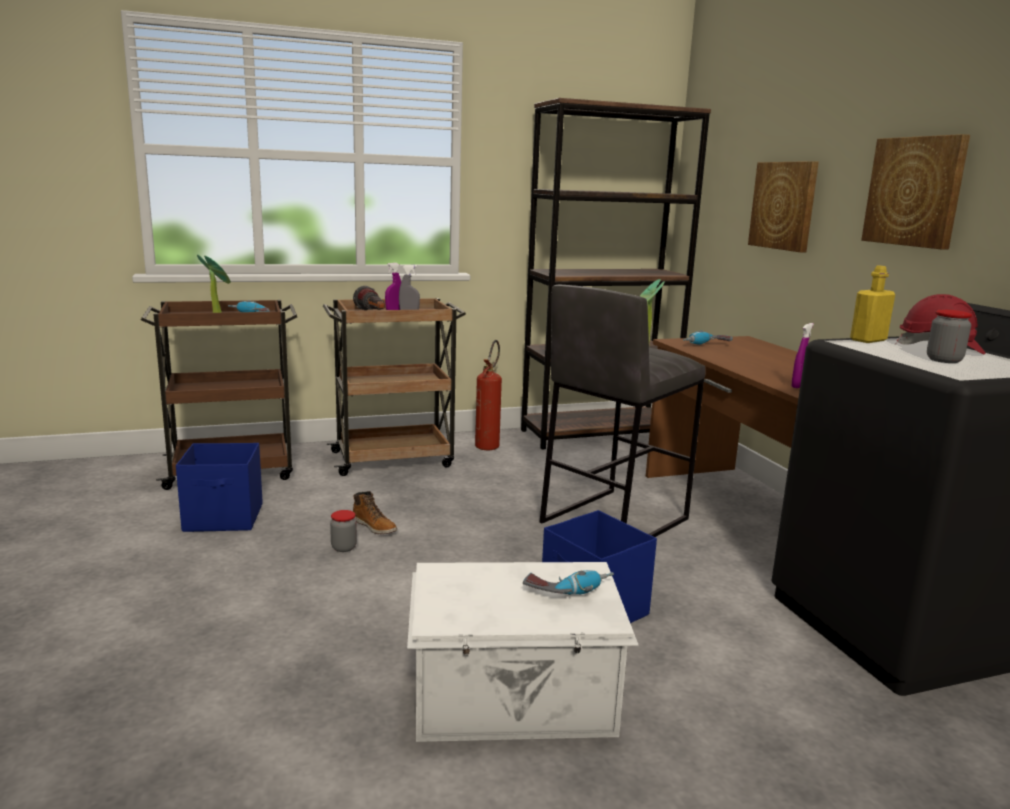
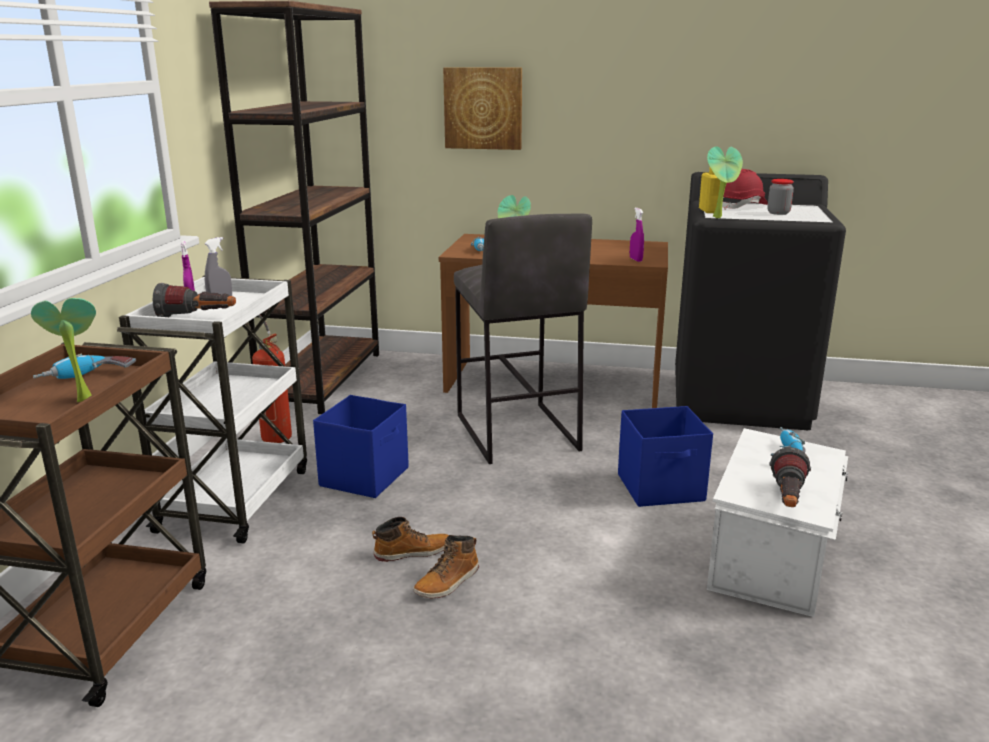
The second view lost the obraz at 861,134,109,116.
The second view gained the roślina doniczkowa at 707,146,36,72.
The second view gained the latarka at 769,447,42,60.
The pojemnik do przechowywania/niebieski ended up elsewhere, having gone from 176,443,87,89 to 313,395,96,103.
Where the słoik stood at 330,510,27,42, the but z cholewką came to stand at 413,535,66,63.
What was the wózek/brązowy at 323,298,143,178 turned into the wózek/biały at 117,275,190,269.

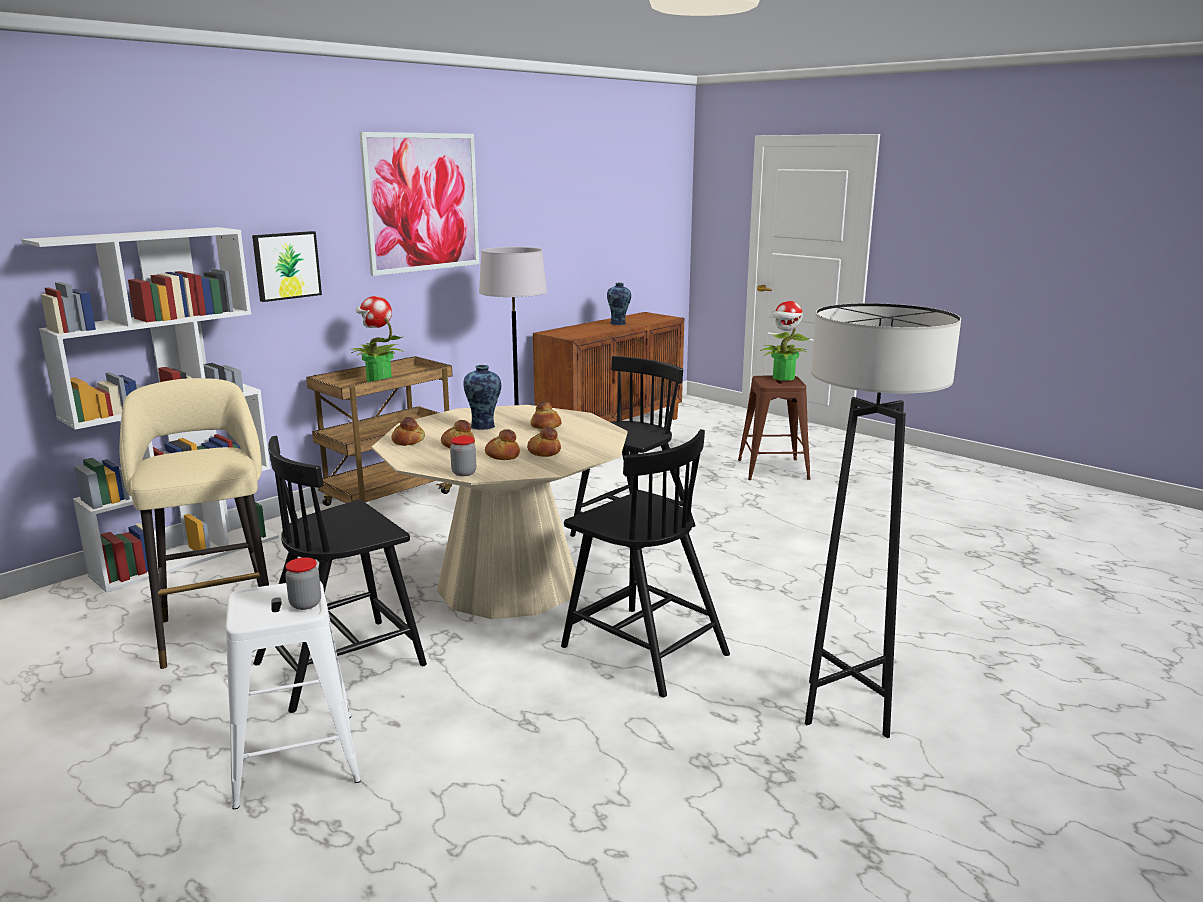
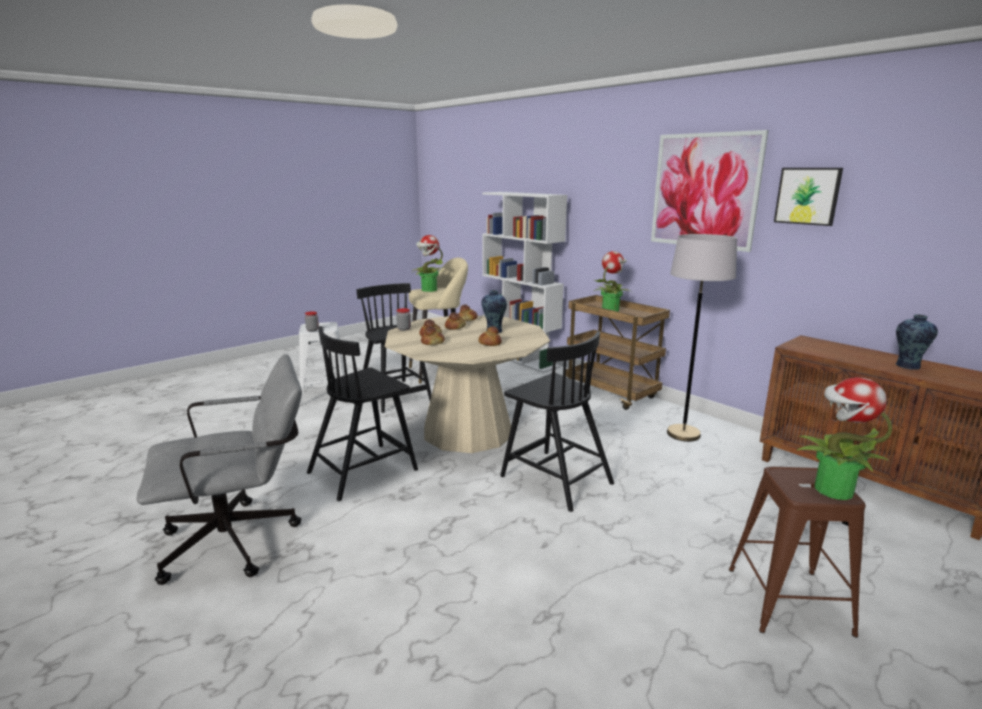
The second view gained the roślina doniczkowa at 413,235,32,57.
The obraz ended up elsewhere, having gone from 252,231,70,71 to 774,168,69,58.
Where the lampa stojąca/szary stood at 805,303,156,435, the krzesło biurowe/szary came to stand at 137,354,165,231.

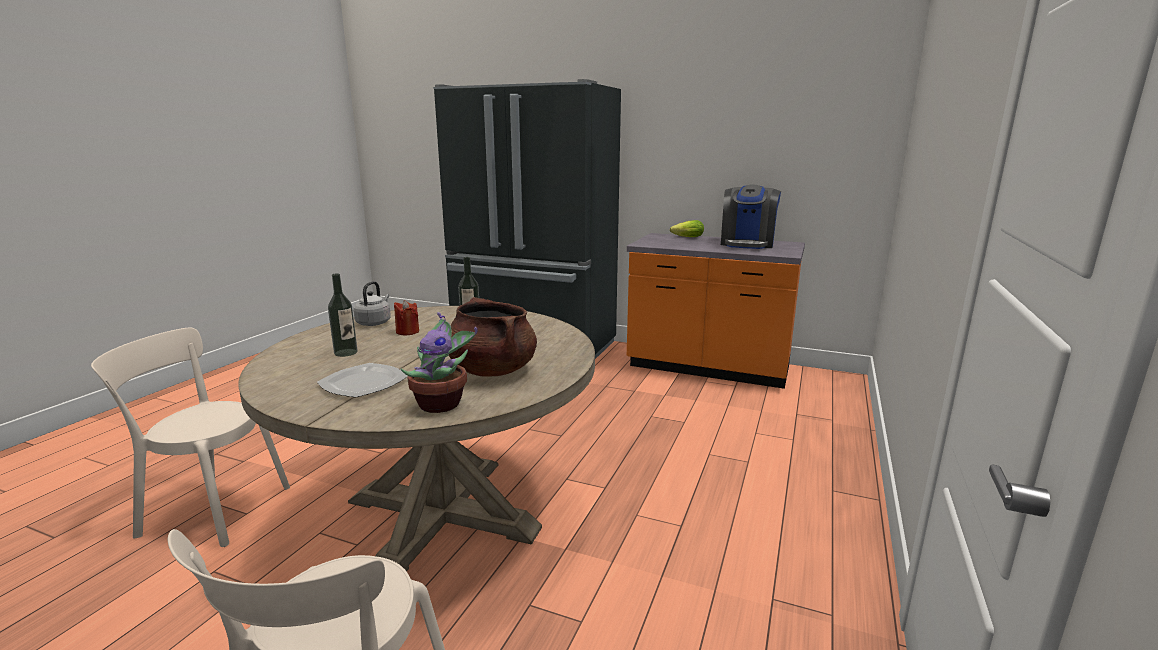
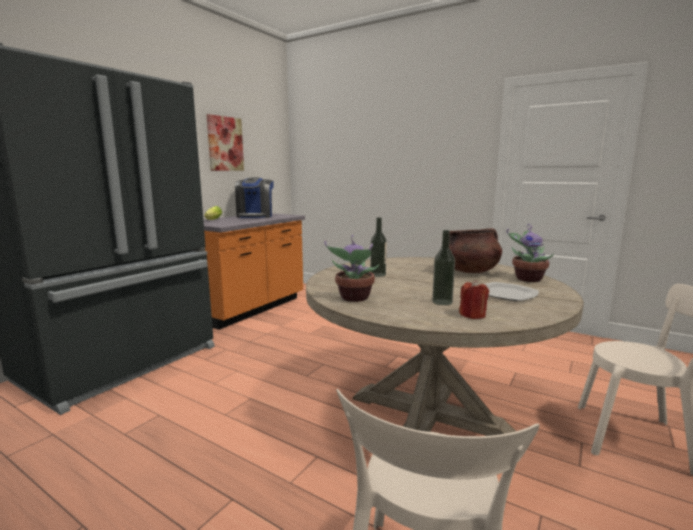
The second view gained the obraz at 206,114,38,57.
The świeca/czerwony ended up elsewhere, having gone from 394,300,25,35 to 459,280,30,39.
Where the czajnik/szary stood at 353,281,38,45, the roślina doniczkowa came to stand at 324,235,56,67.
The ekspres do kawy at 721,185,60,64 ended up facing another way, 60 degrees clockwise from before.

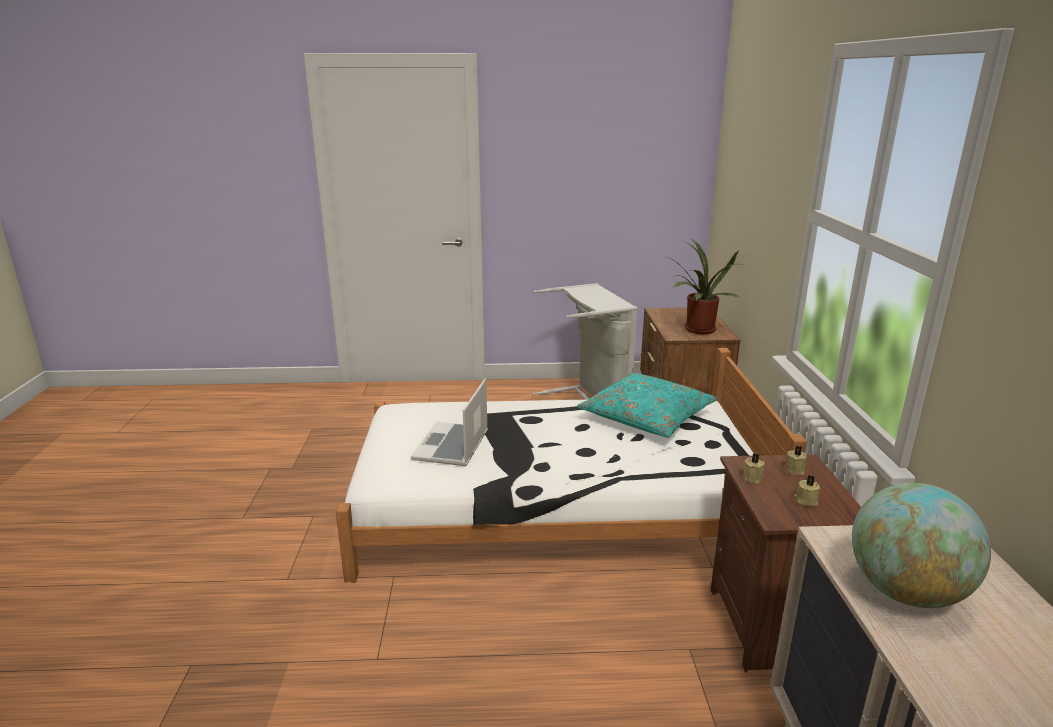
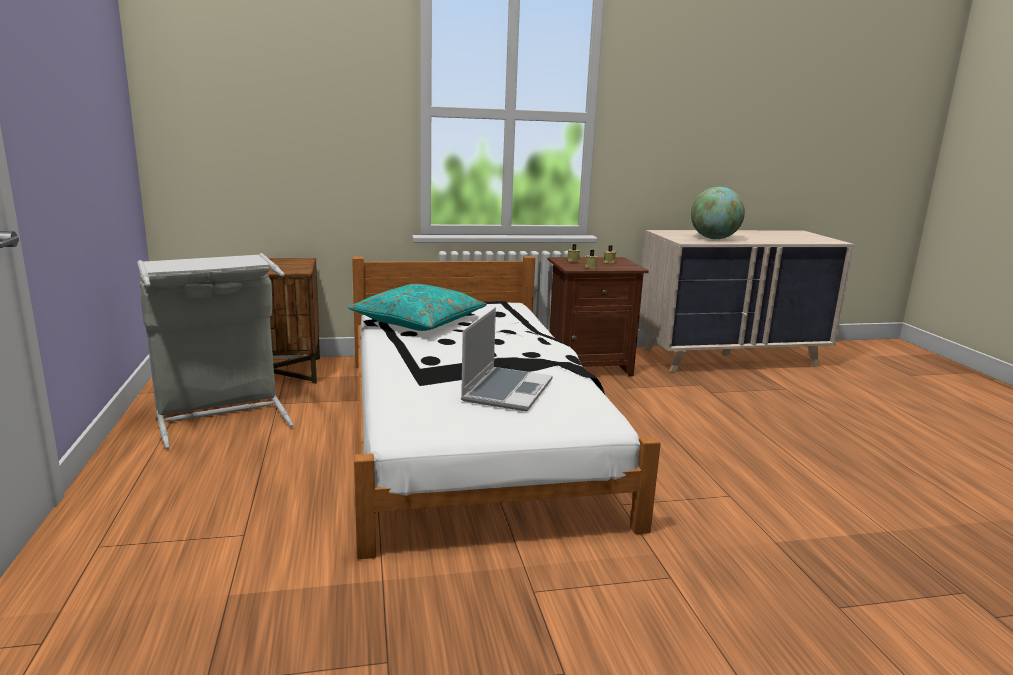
The second view lost the roślina doniczkowa at 666,238,79,96.
The laptop at 411,378,77,88 ended up facing another way, 75 degrees counterclockwise from before.

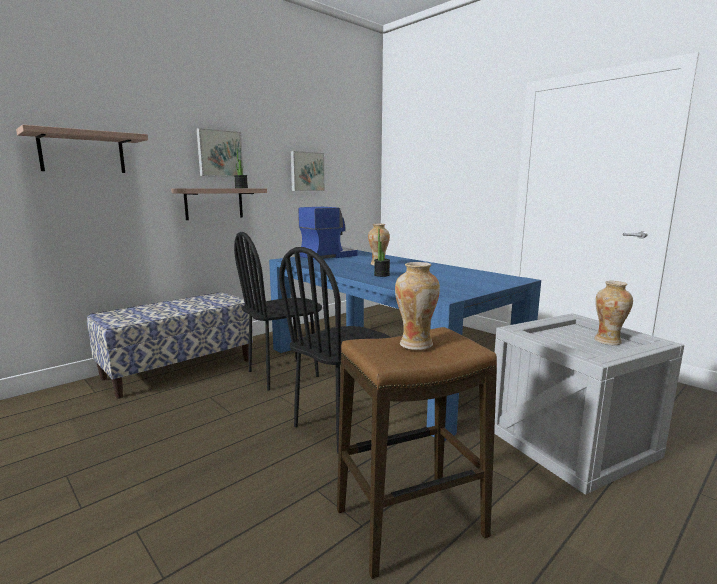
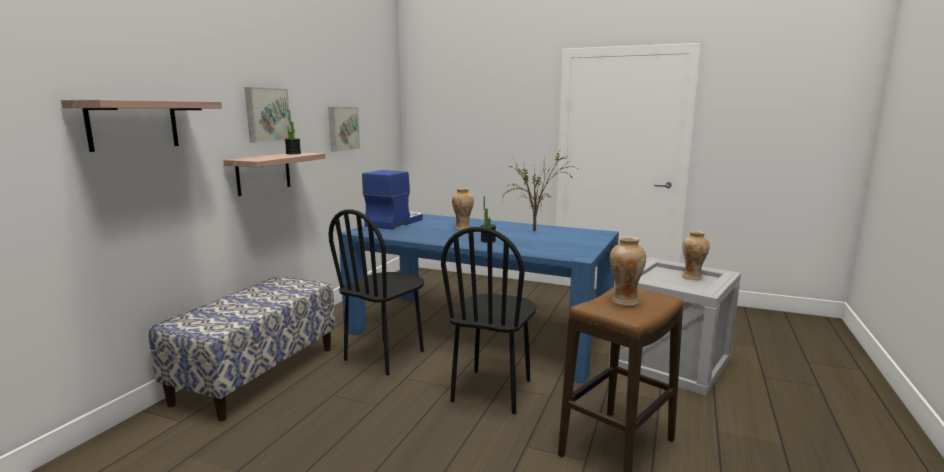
The second view gained the roślina doniczkowa at 501,149,77,82.

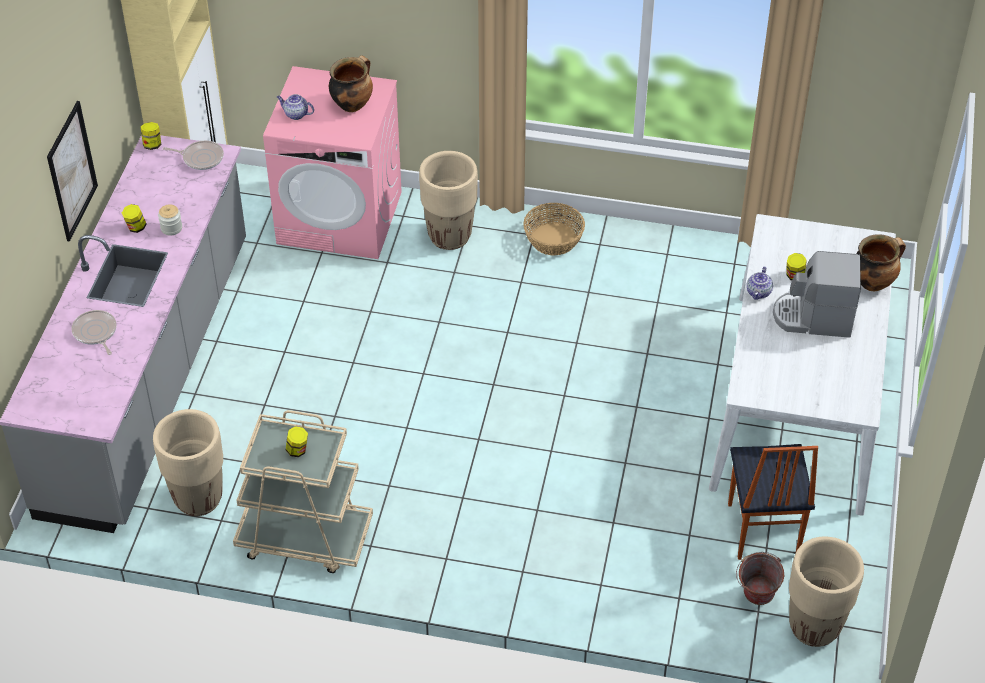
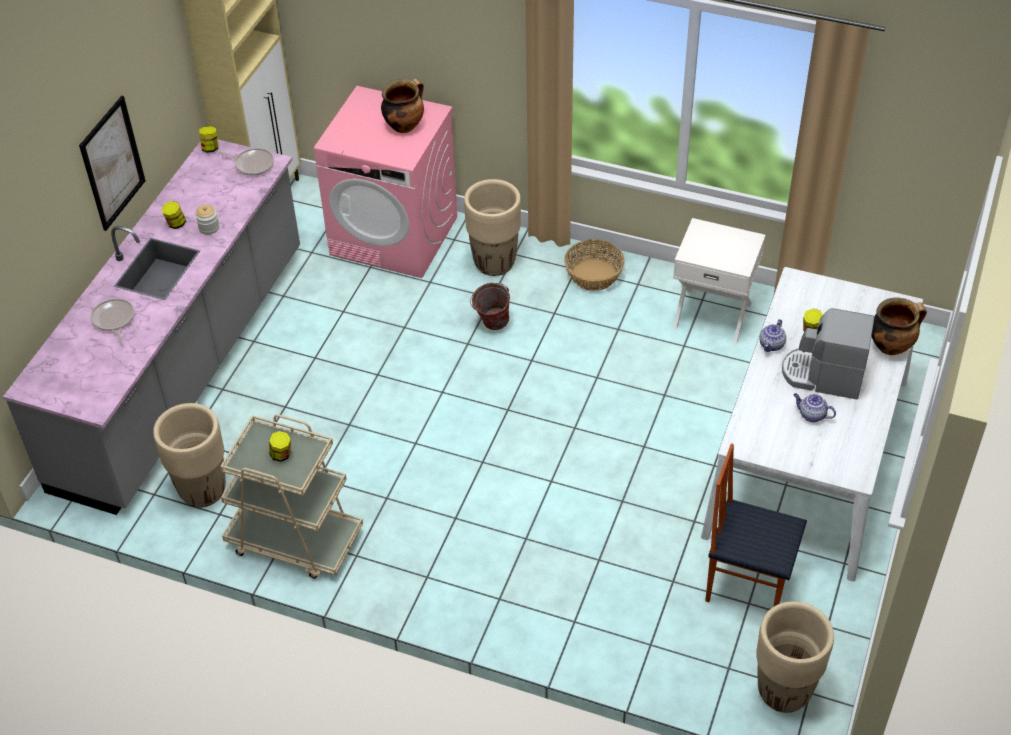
The second view gained the szafka nocna/biały at 673,218,93,126.
The imbryk ended up elsewhere, having gone from 277,94,37,26 to 793,393,43,29.
The wiadro ended up elsewhere, having gone from 736,552,48,53 to 470,283,40,47.
The krzesło at 728,444,90,116 ended up facing another way, 105 degrees clockwise from before.

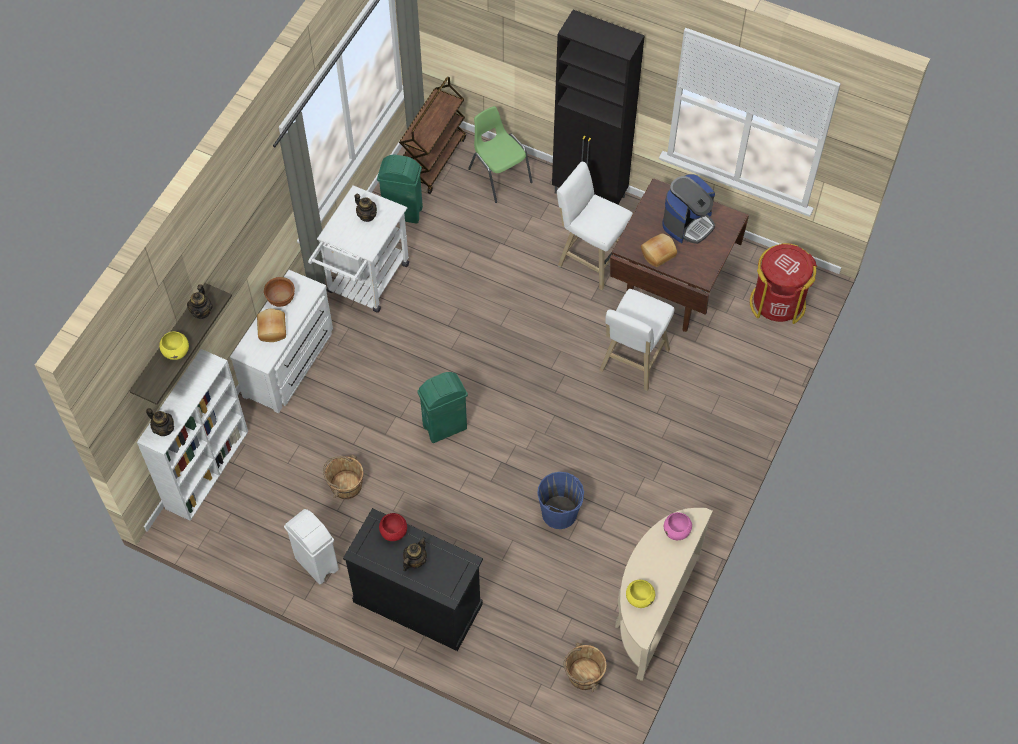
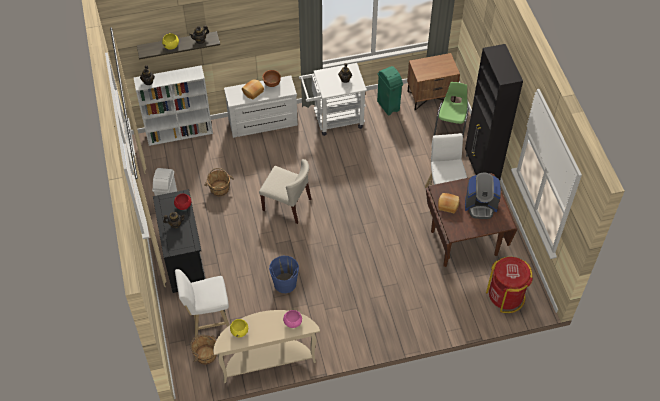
The stołek/biały ended up elsewhere, having gone from 599,289,75,102 to 175,269,55,70.
Where the wózek/brązowy stood at 399,77,67,117, the szafka nocna/brązowy came to stand at 407,53,53,57.
Where the kosz na śmieci/zielony stood at 417,372,51,71, the krzesło/beżowy came to stand at 259,159,52,65.

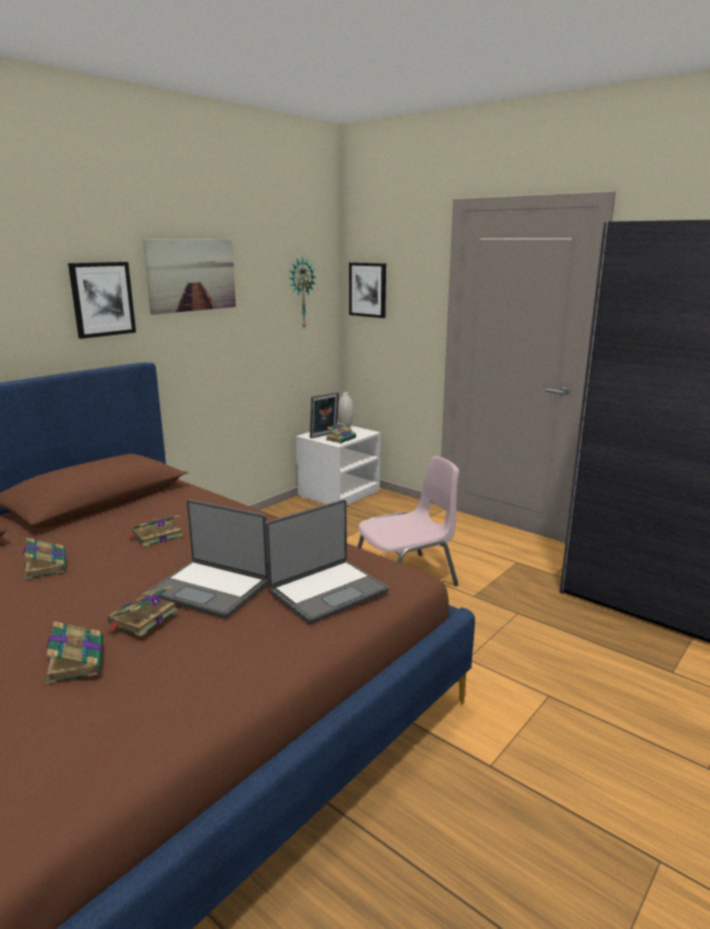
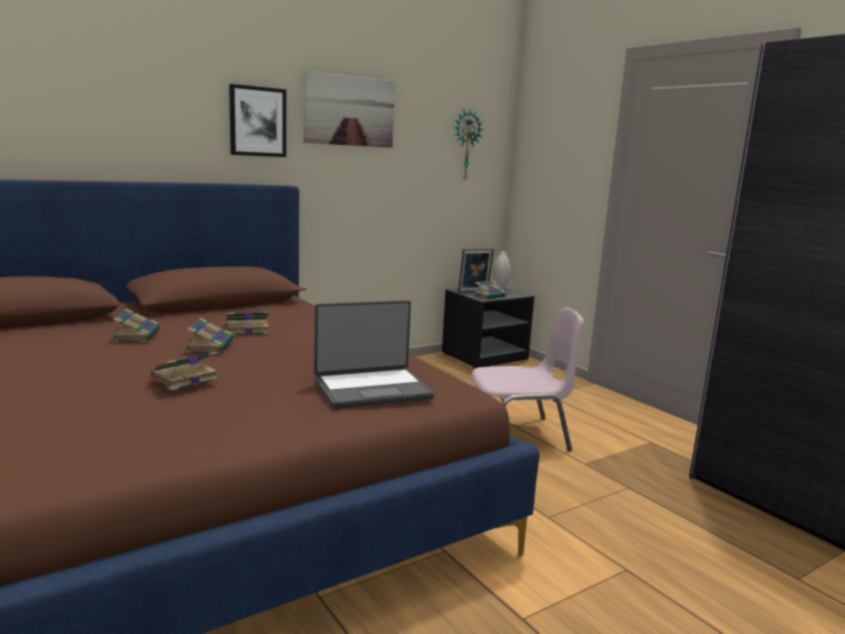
The second view lost the laptop at 148,499,120,119.
The second view lost the obraz at 349,263,37,55.
The książka ended up elsewhere, having gone from 46,622,57,62 to 184,317,49,37.
What was the szafka nocna/biały at 296,423,85,82 turned into the szafka nocna/czarny at 442,288,93,80.

